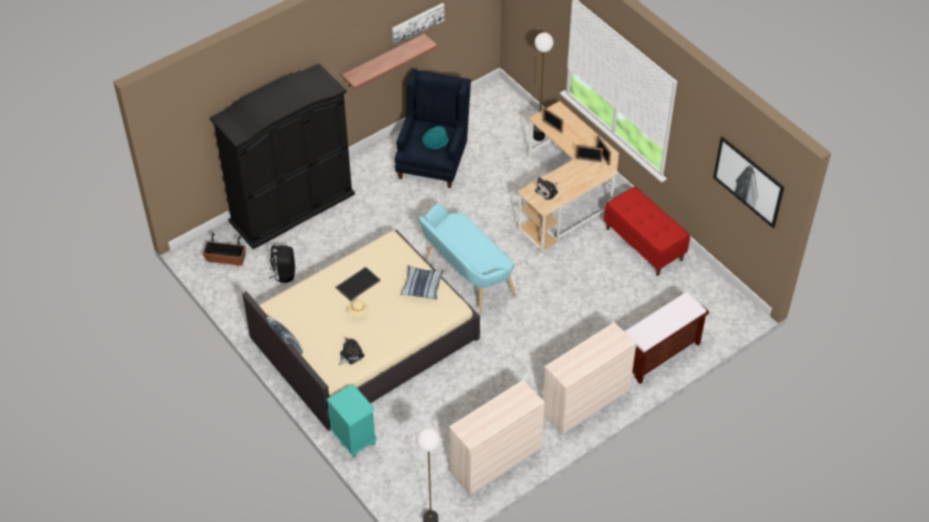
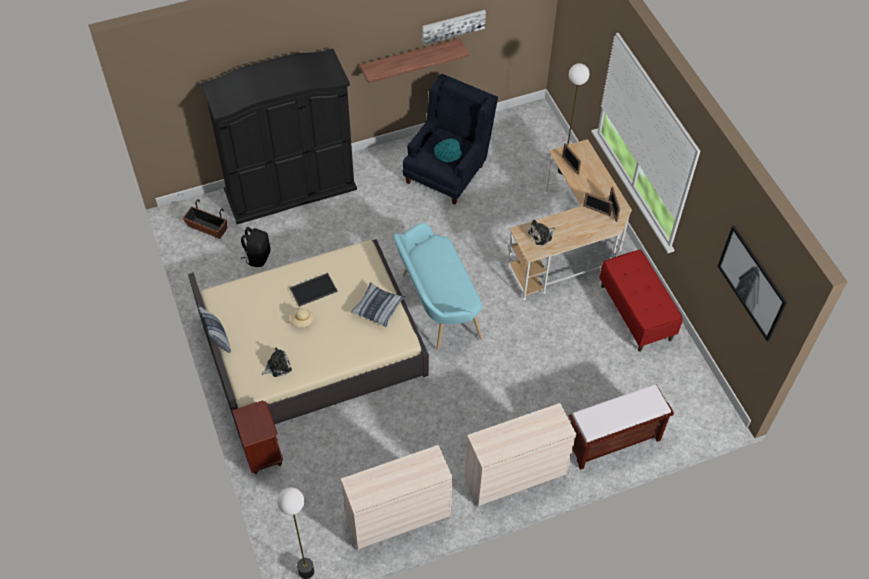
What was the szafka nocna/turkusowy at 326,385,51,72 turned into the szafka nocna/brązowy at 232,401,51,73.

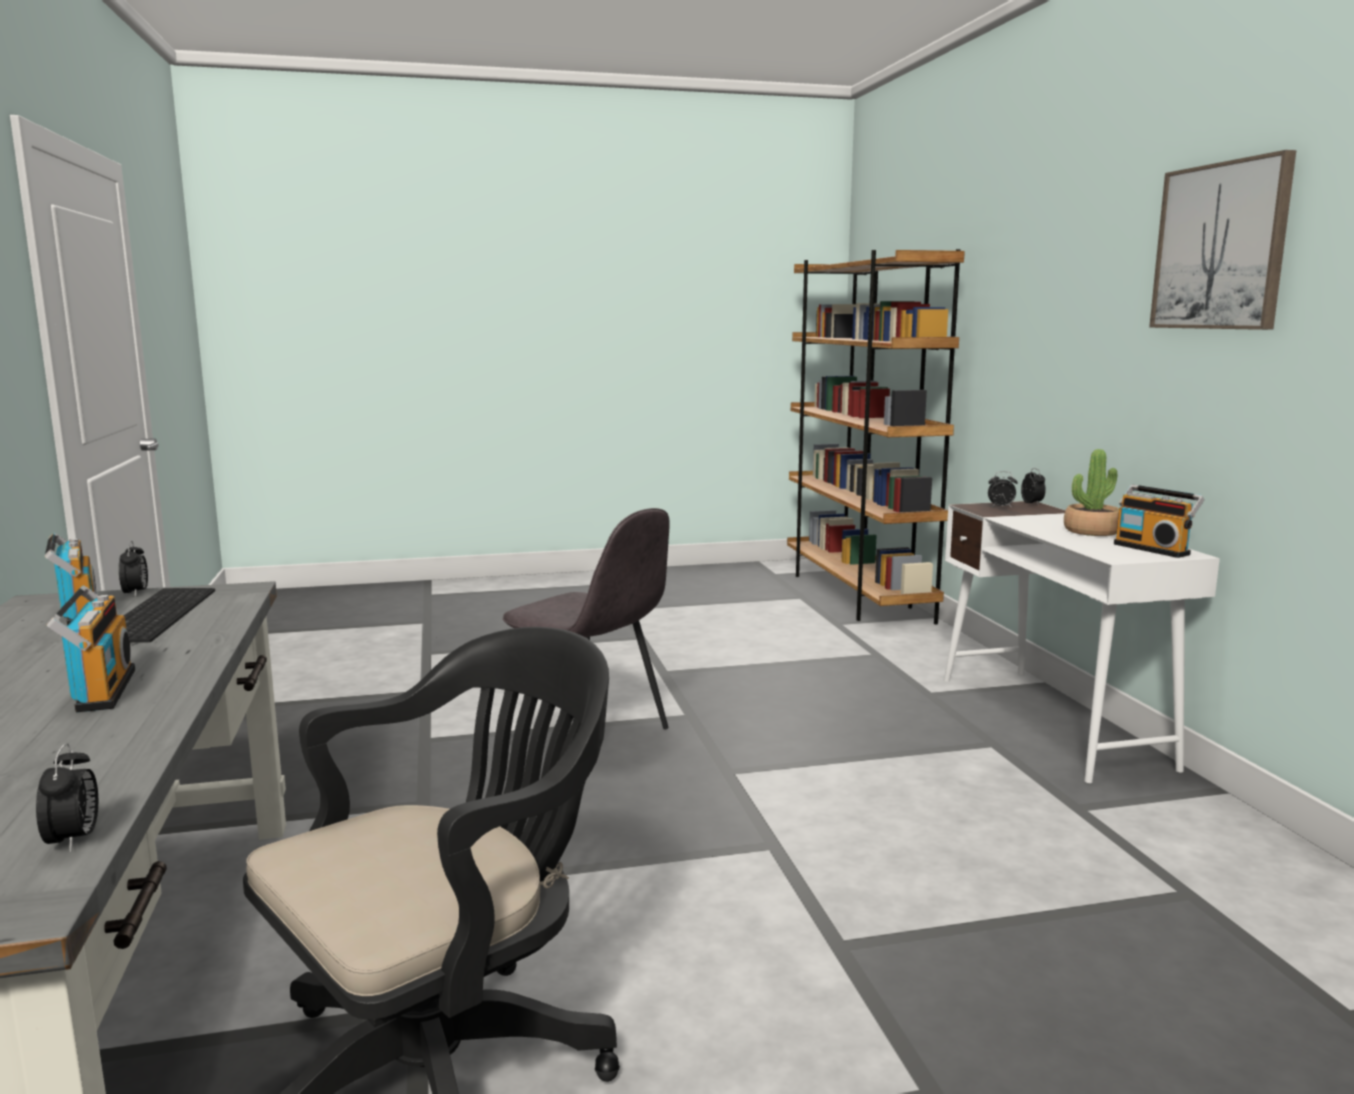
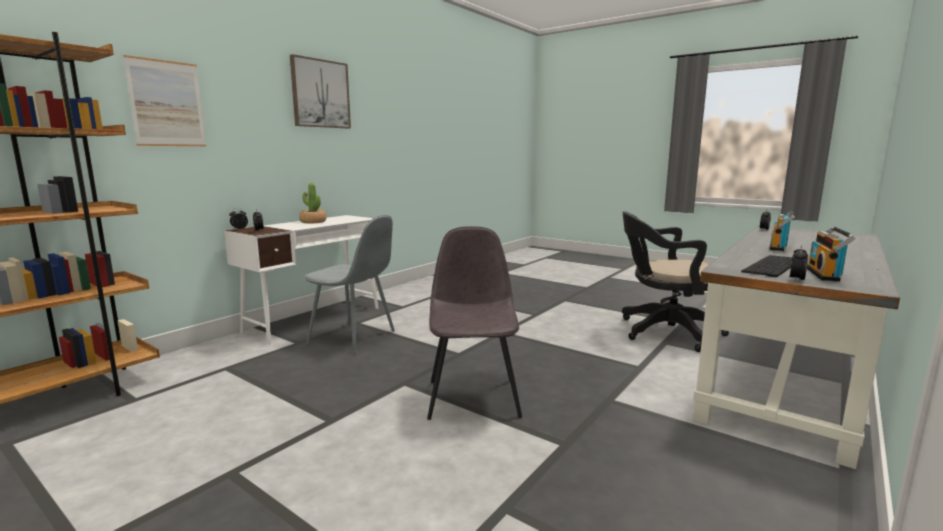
The second view lost the radio at 1114,485,90,73.
The second view gained the obraz at 123,55,83,91.
The second view gained the krzesło/szary at 304,215,91,139.

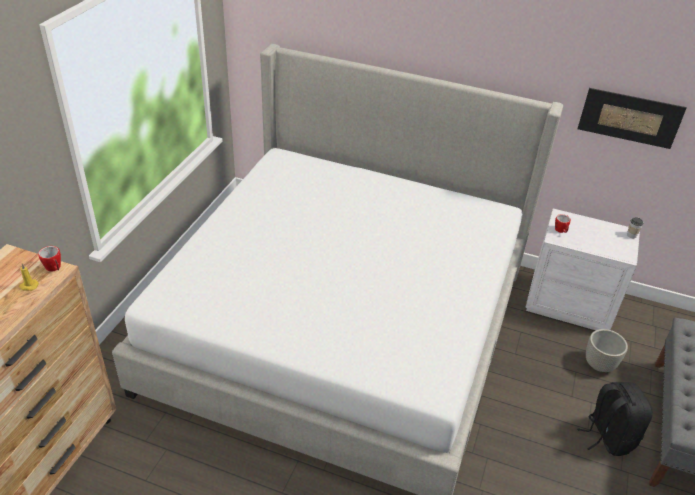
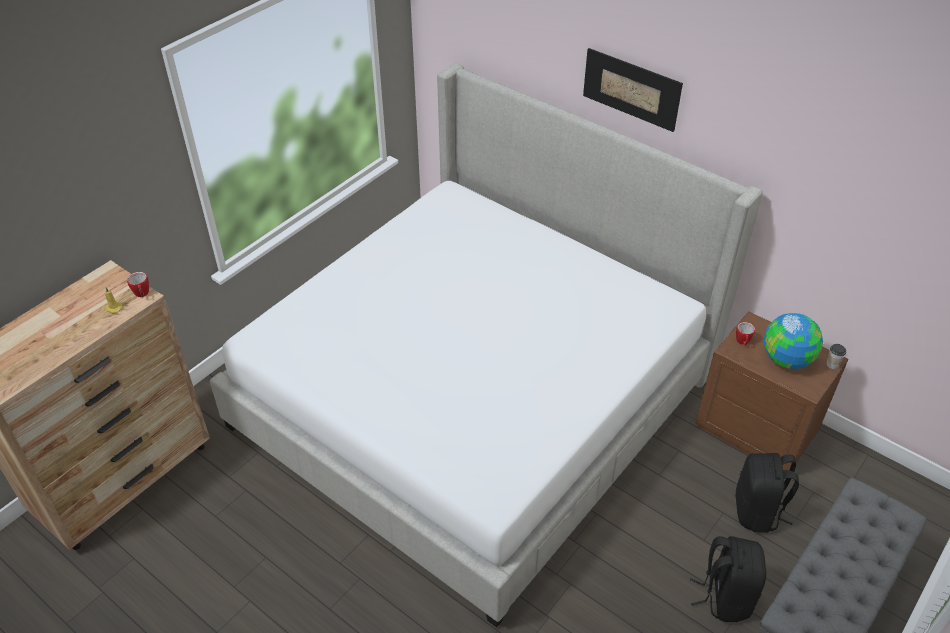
The second view gained the globus at 764,313,59,56.
The obraz ended up elsewhere, having gone from 578,88,108,61 to 583,48,100,84.
Where the donica/szary stood at 586,329,42,43, the plecak/czarny came to stand at 735,453,64,80.
What was the szafka nocna/biały at 525,209,115,121 turned into the szafka nocna/brązowy at 695,311,153,159.

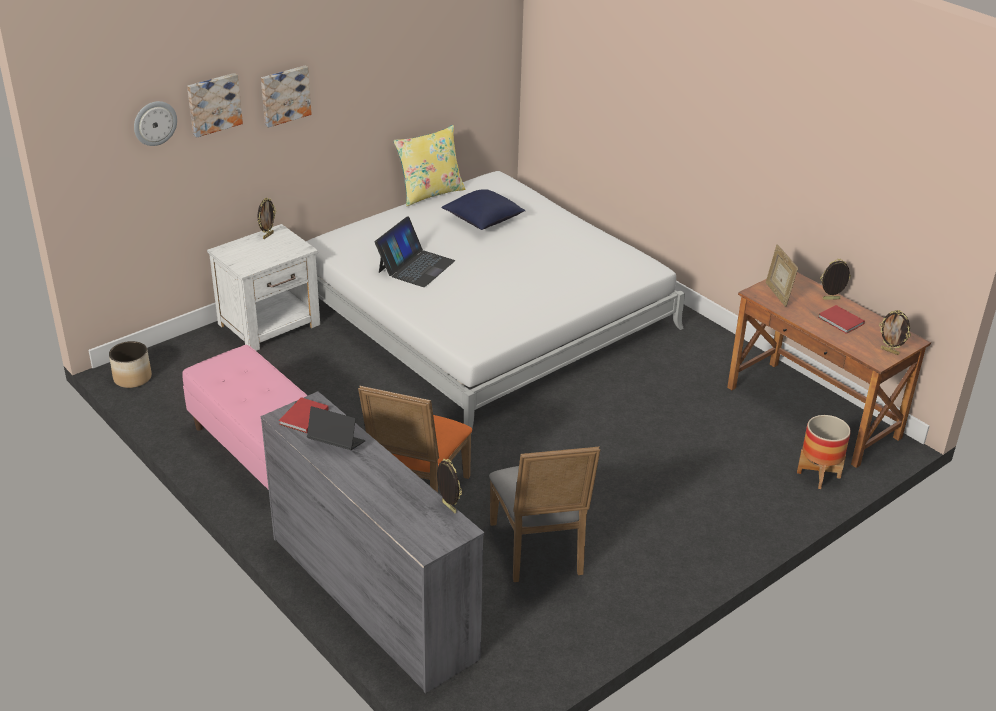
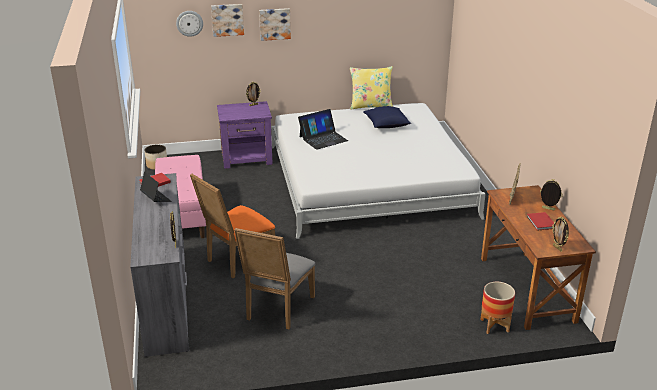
What was the szafka nocna/biały at 207,224,113,127 turned into the szafka nocna/fioletowy at 217,101,56,68.

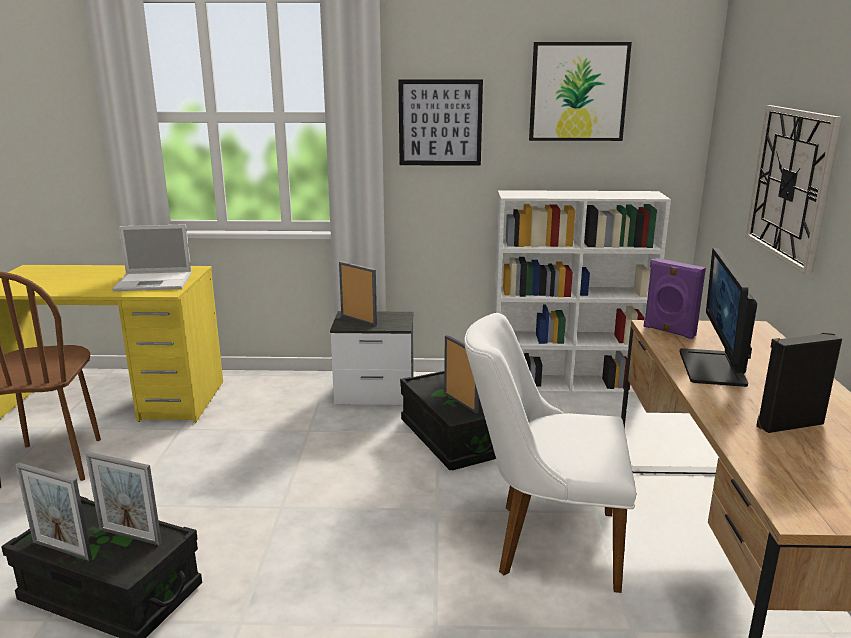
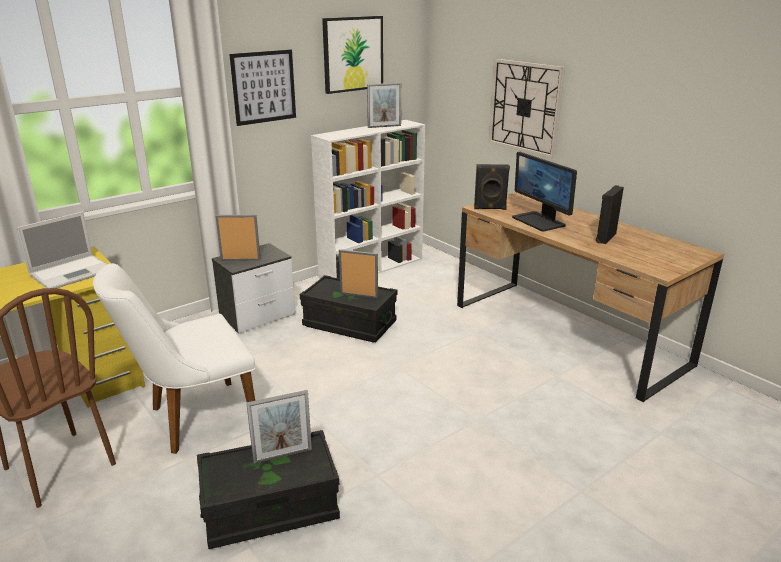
The ramka na zdjęcie ended up elsewhere, having gone from 15,463,77,98 to 367,83,34,45.
The krzesło/biały ended up elsewhere, having gone from 464,313,172,280 to 93,263,162,191.
What was the głośnik/fioletowy at 643,258,63,81 turned into the głośnik/czarny at 474,164,36,46.

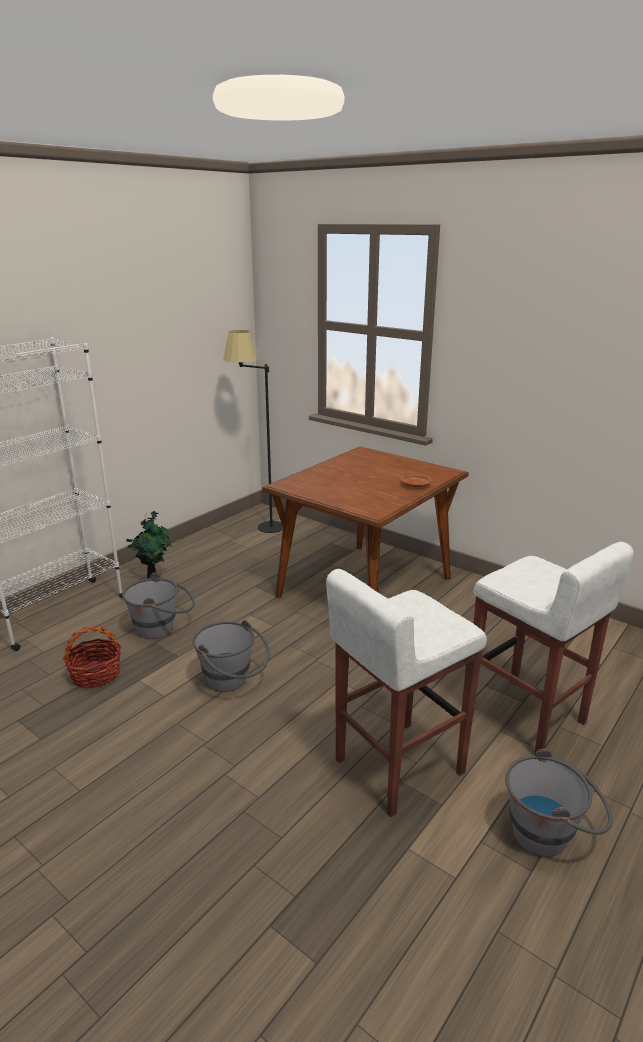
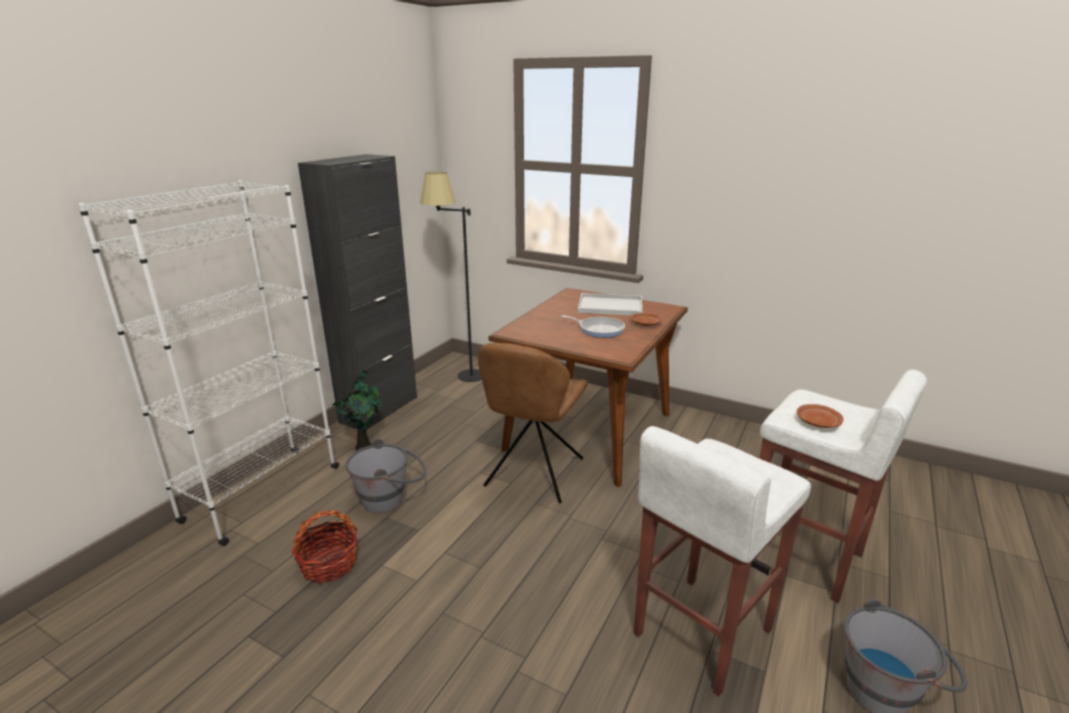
The second view lost the wiadro/szary at 193,620,77,72.
The second view gained the szafka/czarny at 298,154,119,277.
The second view gained the krzesło/brązowy at 478,343,110,160.
The second view gained the patelnia at 561,315,64,23.
The second view gained the taca/biały at 578,293,64,23.
The second view gained the talerz/brązowy at 797,404,47,24.

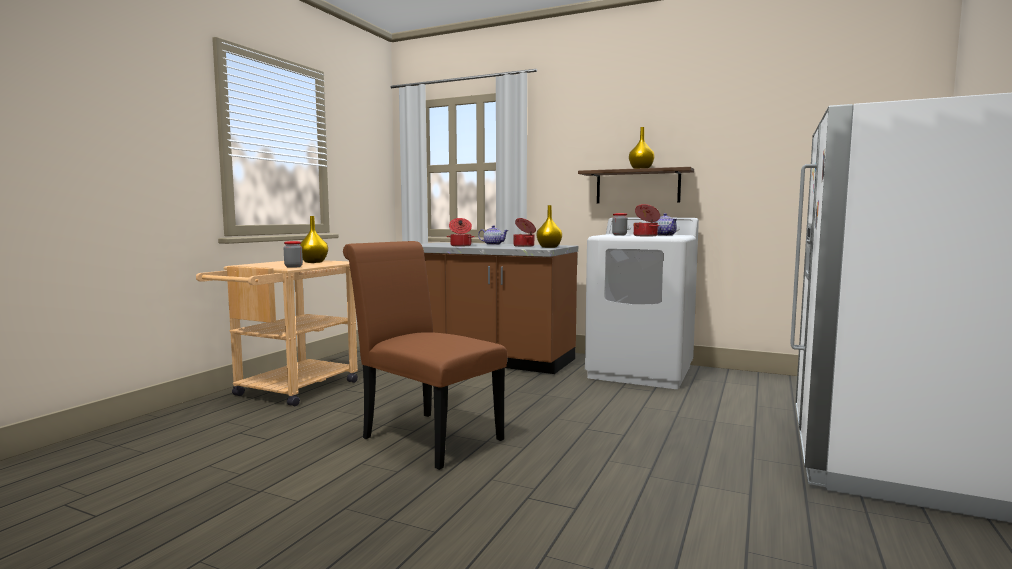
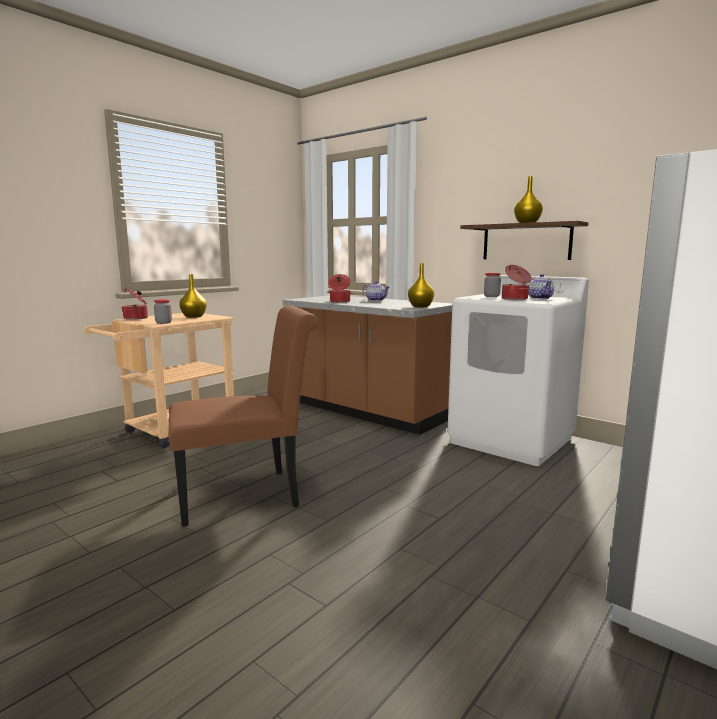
The garnek ended up elsewhere, having gone from 513,218,23,29 to 122,288,26,32.
The krzesło/brązowy at 343,241,164,229 ended up facing another way, 105 degrees clockwise from before.

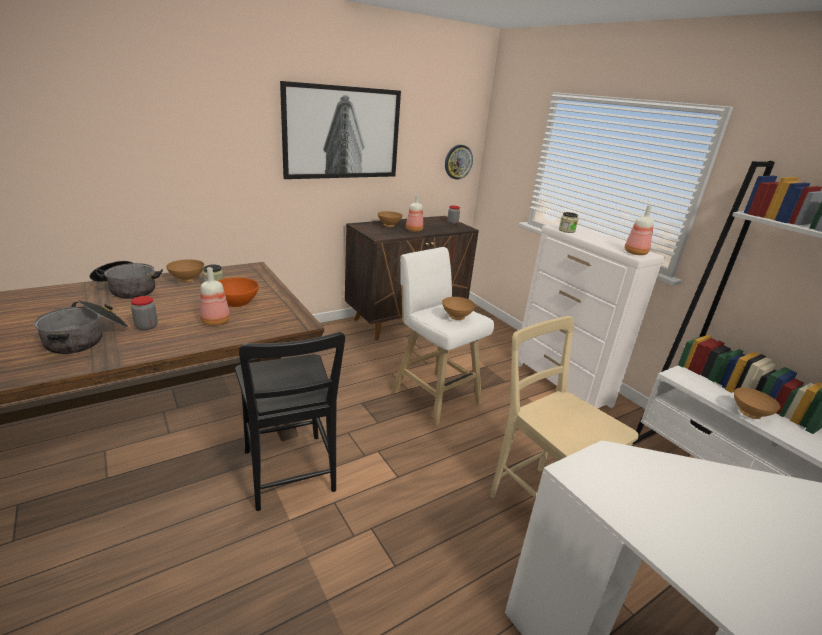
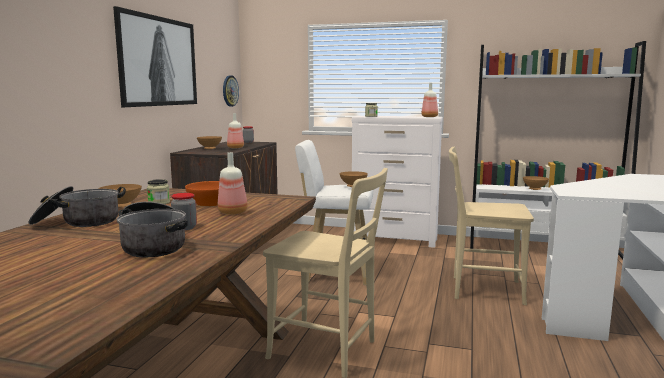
What was the krzesło/czarny at 235,332,110,179 turned into the krzesło/beżowy at 263,168,125,210.

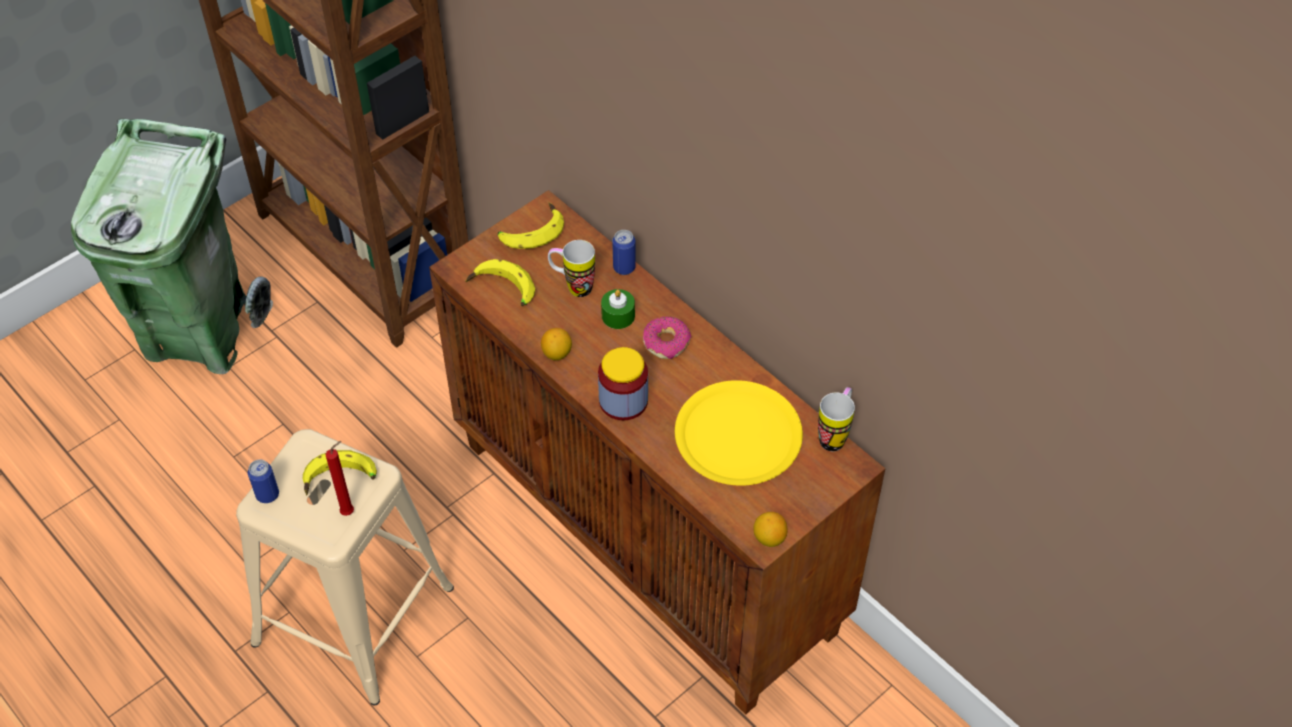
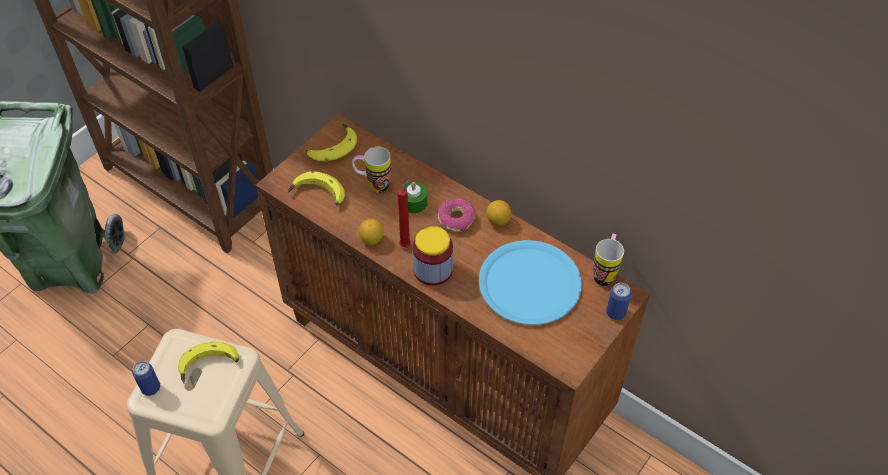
The świeca/czerwony ended up elsewhere, having gone from 326,441,28,75 to 397,179,14,68.
The puszka ended up elsewhere, having gone from 612,230,24,45 to 606,283,25,37.
The cytryna ended up elsewhere, having gone from 754,512,34,35 to 486,200,25,26.
What was the talerz/żółty at 675,380,128,106 turned into the talerz/niebieski at 479,240,103,85.

